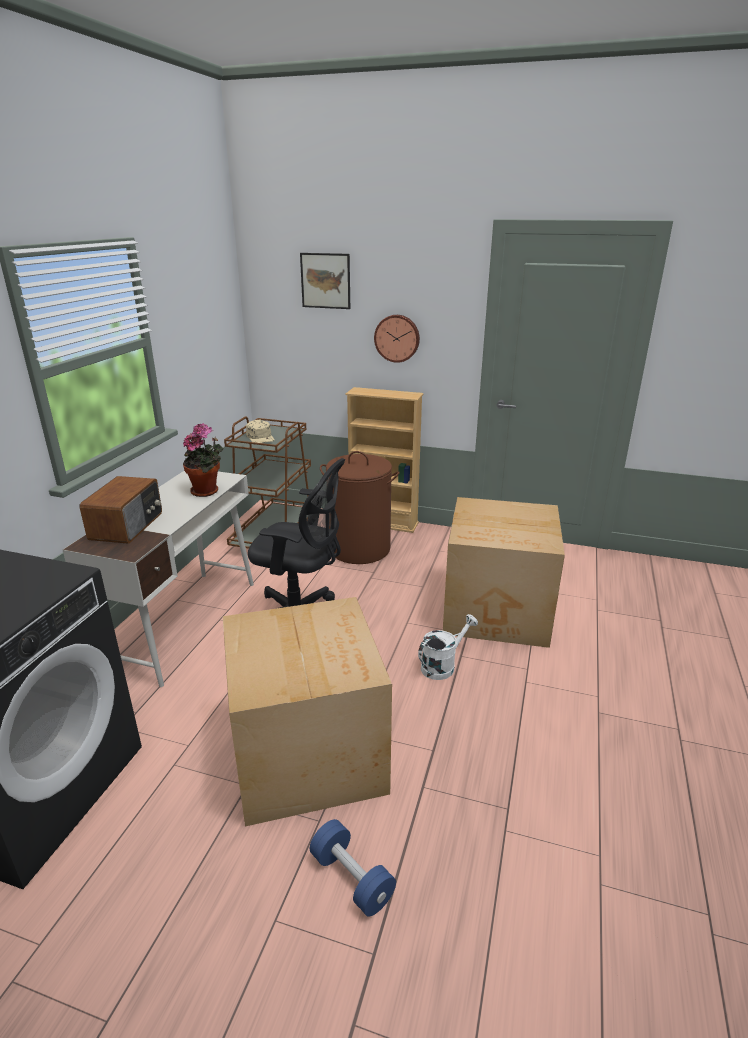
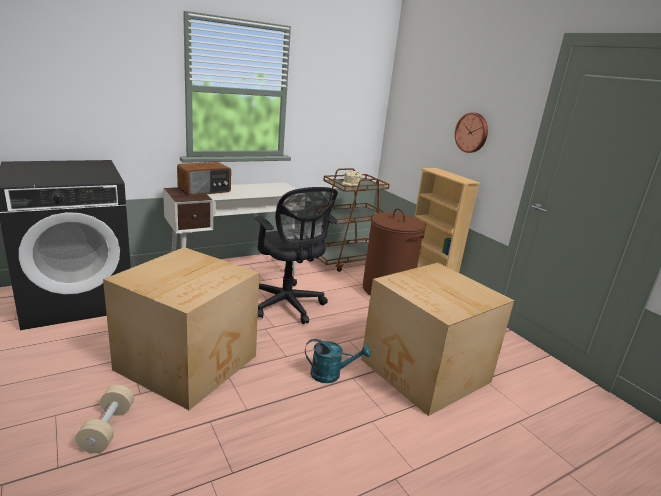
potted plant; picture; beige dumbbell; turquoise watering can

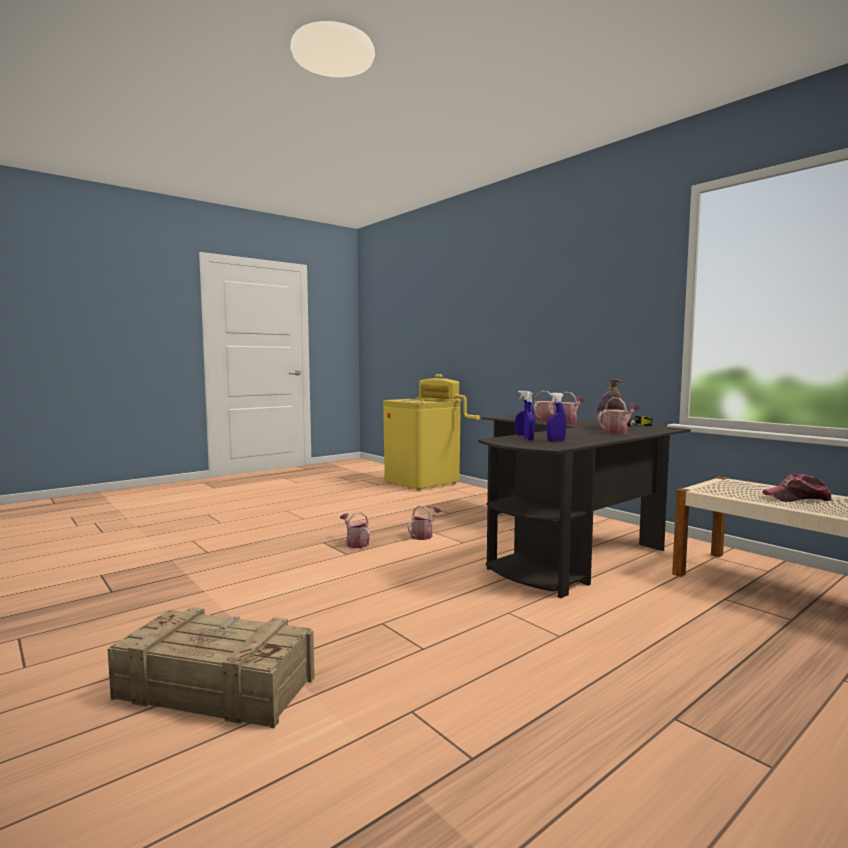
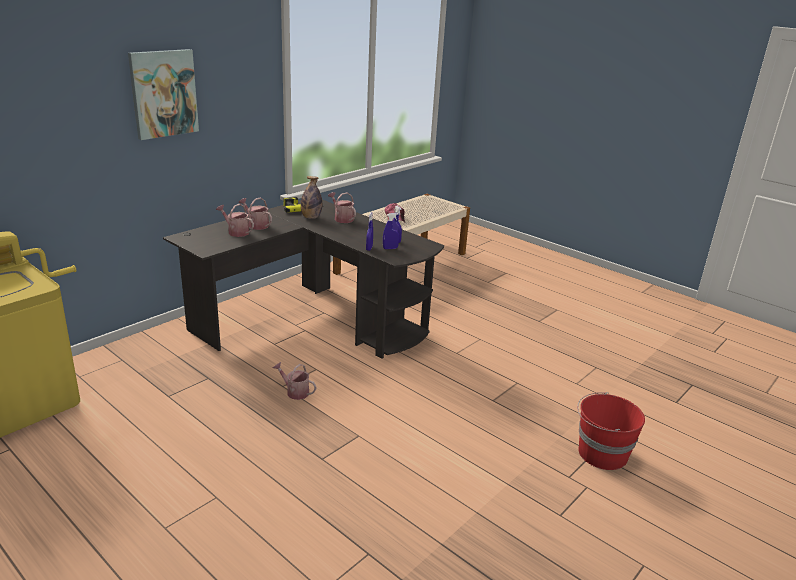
watering can (no. 1 from left in the first image); picture; red bucket

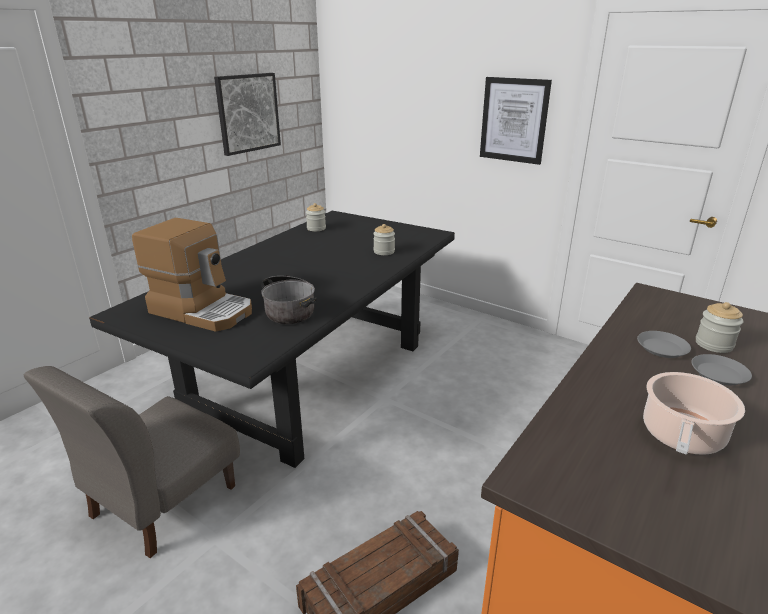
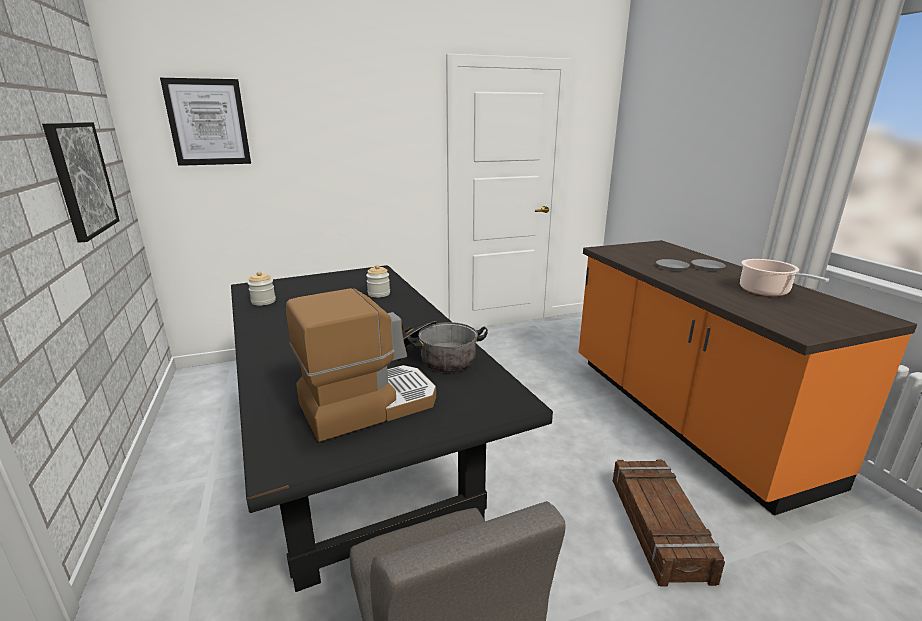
jar (no. 3 from left in the first image); picture (no. 2 from left)

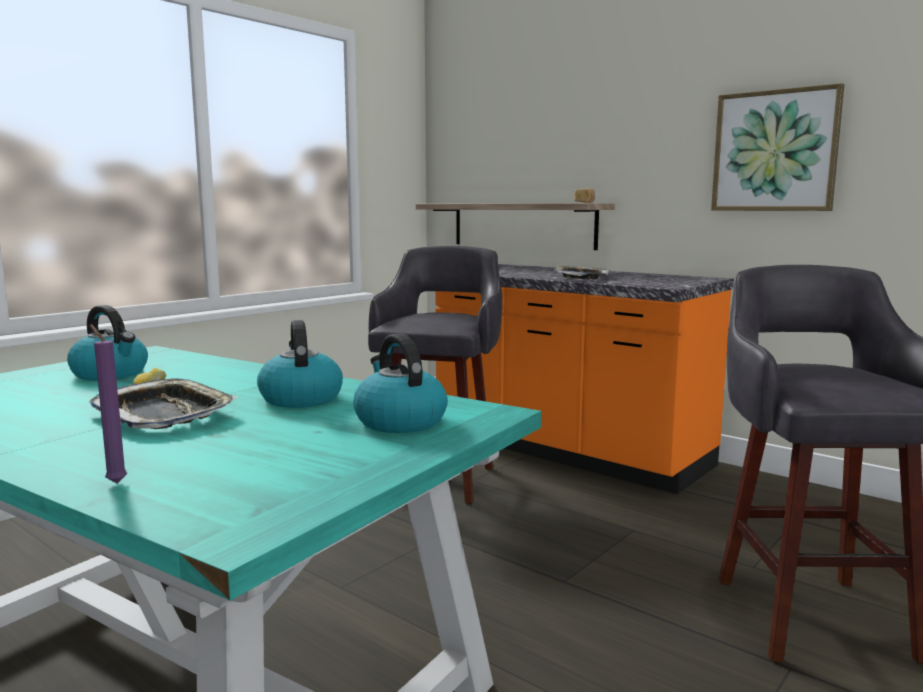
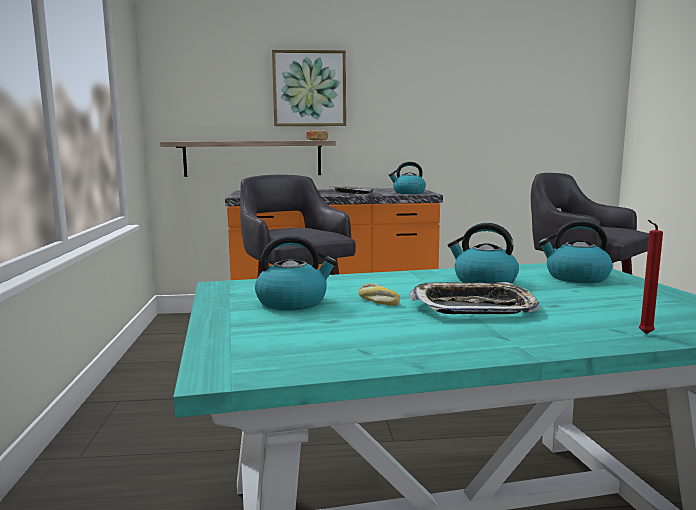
kettle (no. 2 from left); picture; red candle

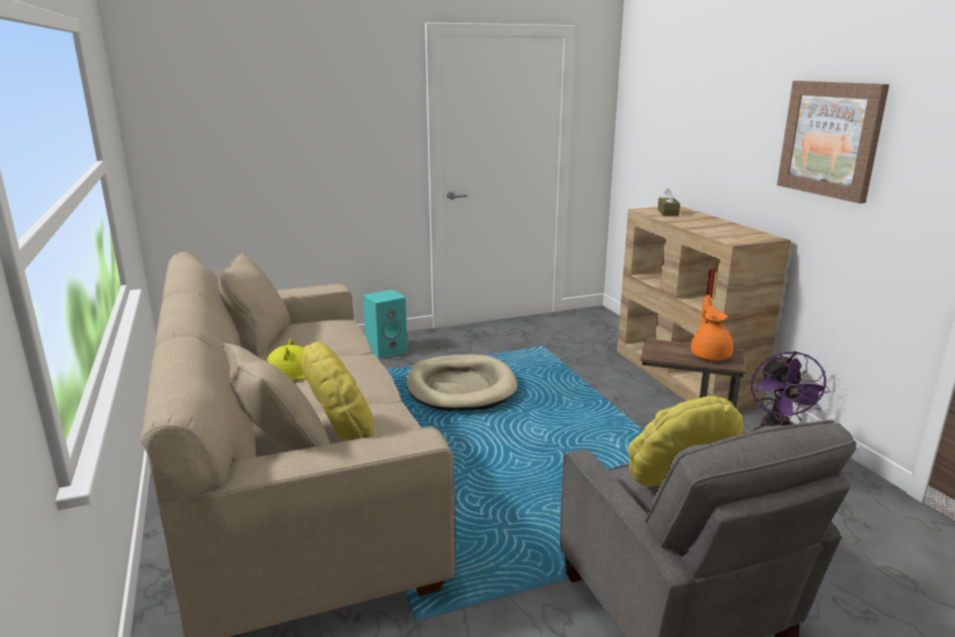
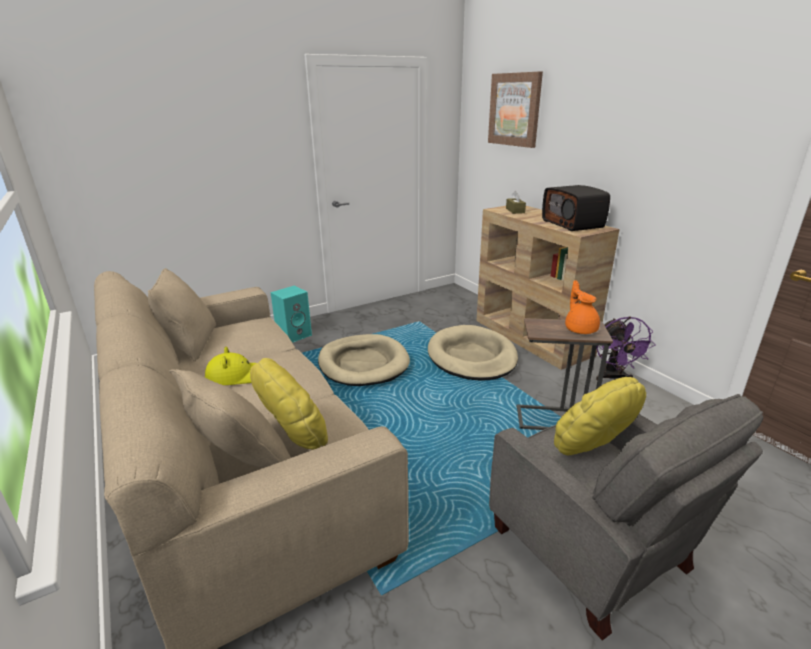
beige dog bed (no. 2 from left); radio; picture

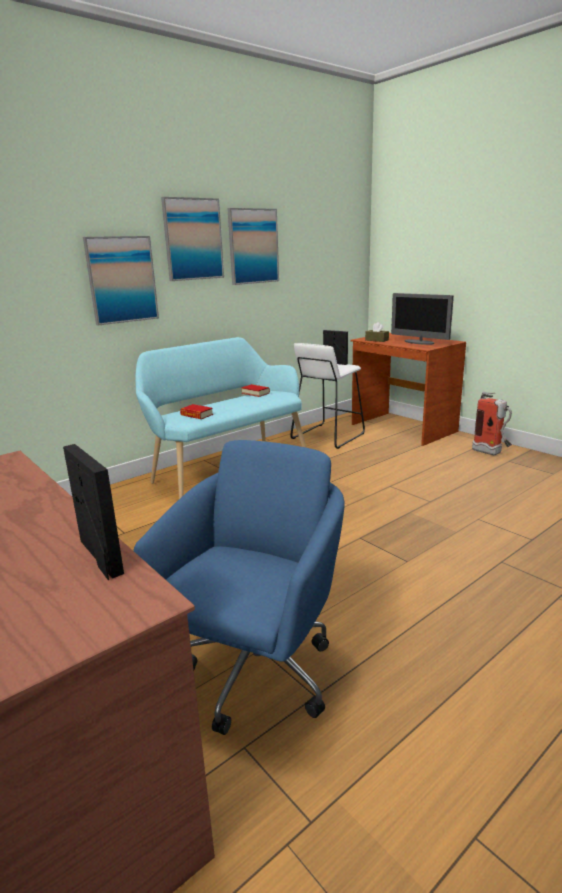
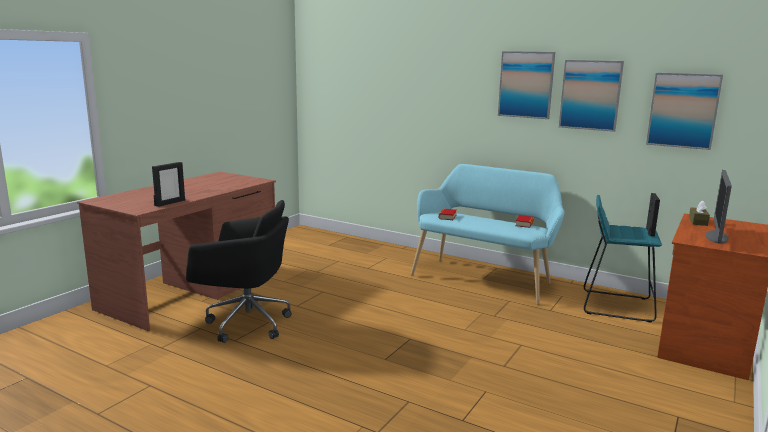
fire extinguisher; picture (no. 3 from left); black office chair; turquoise stool

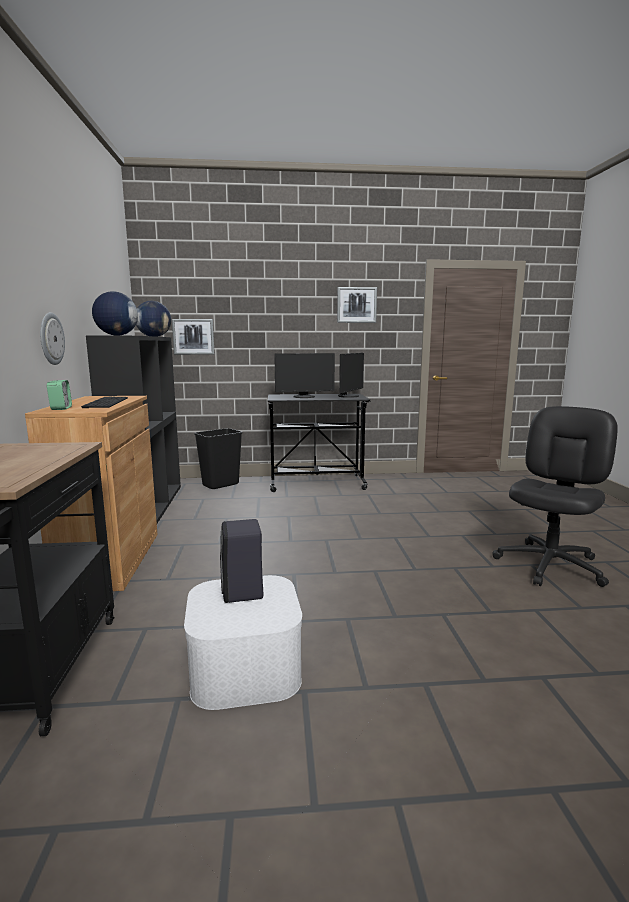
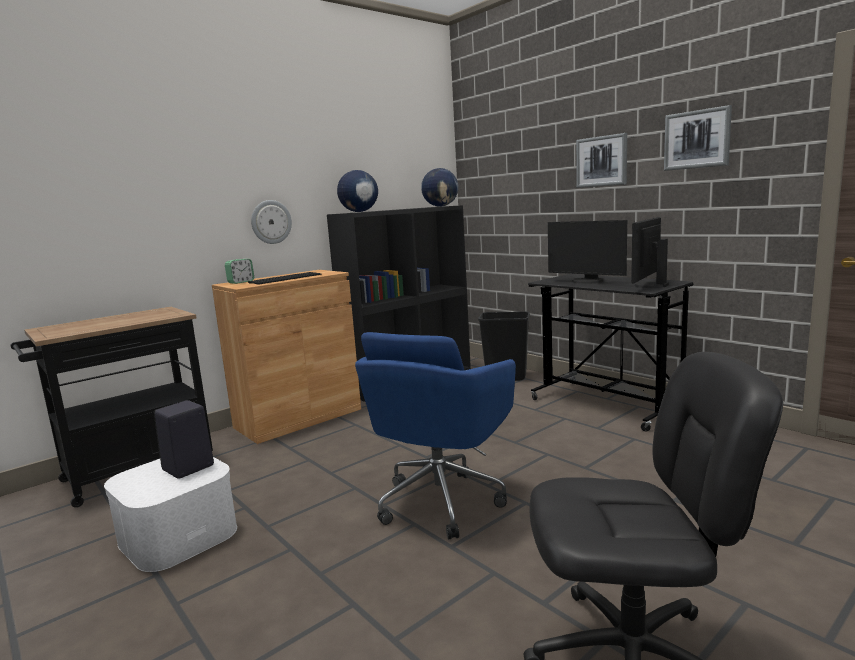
blue office chair; picture (no. 1 from left); monitor (no. 2 from left)

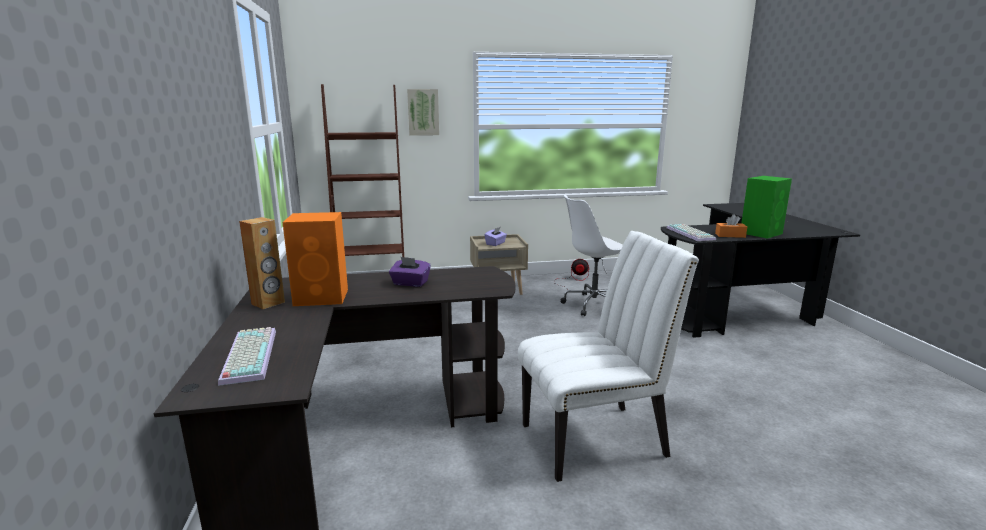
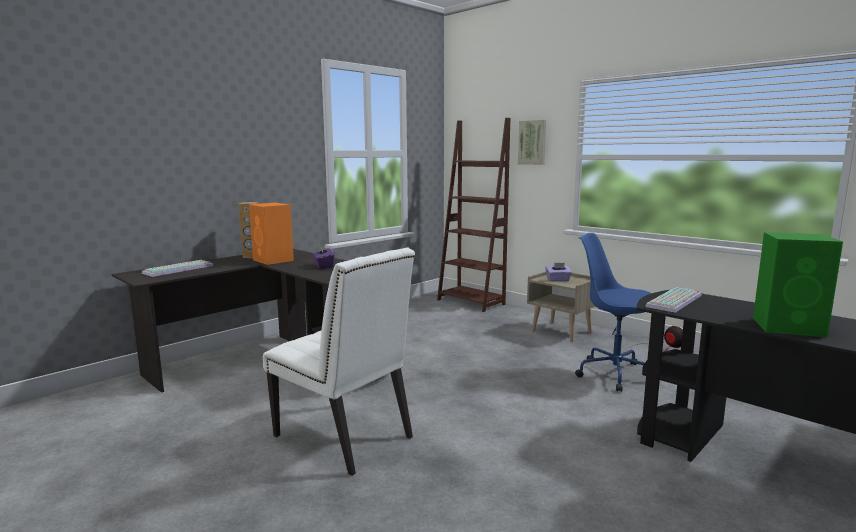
orange tissue box; blue office chair

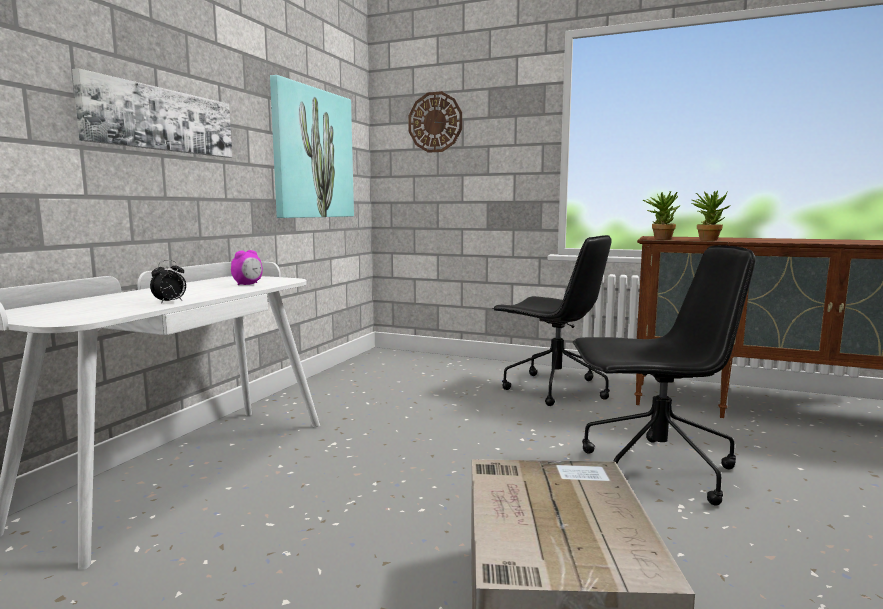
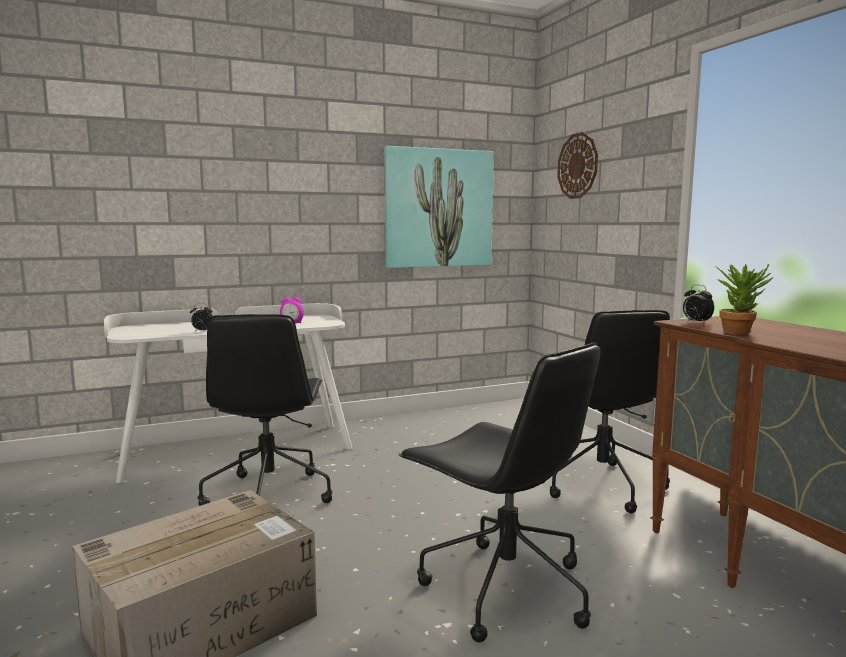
picture (no. 1 from left in the first image); black office chair (no. 1 from left); alarm clock (no. 3 from left)

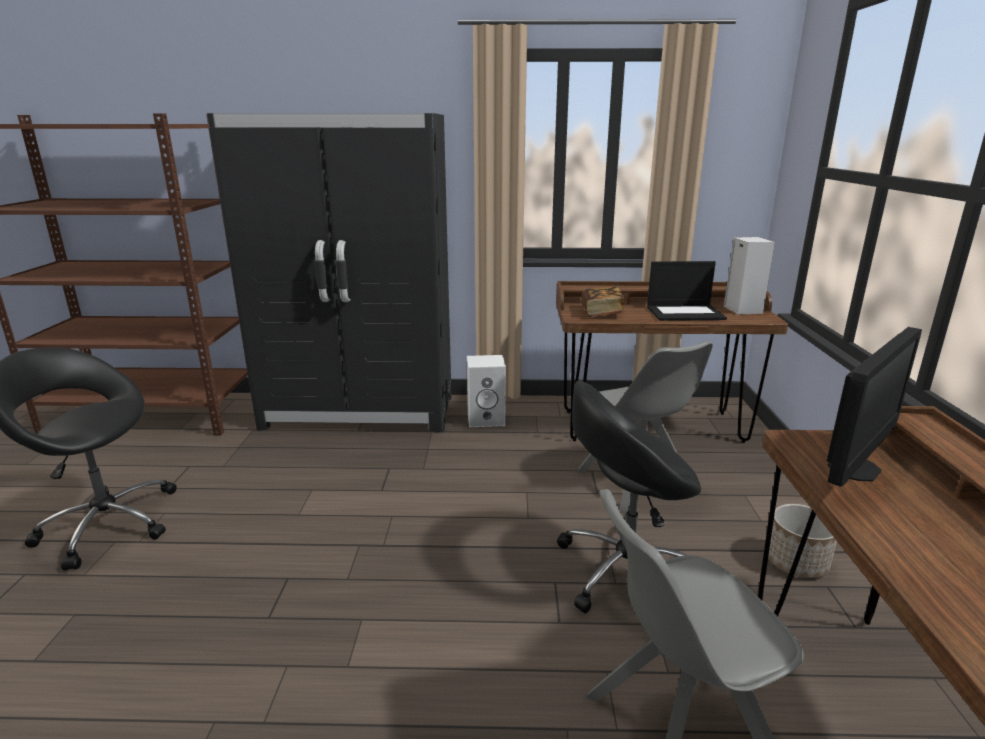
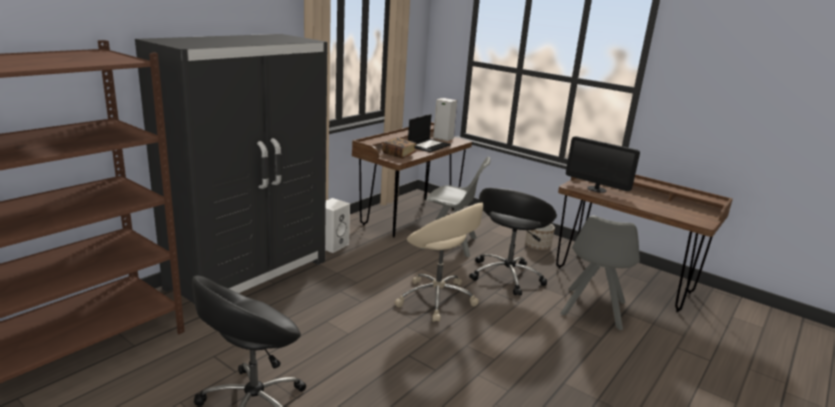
beige office chair; monitor

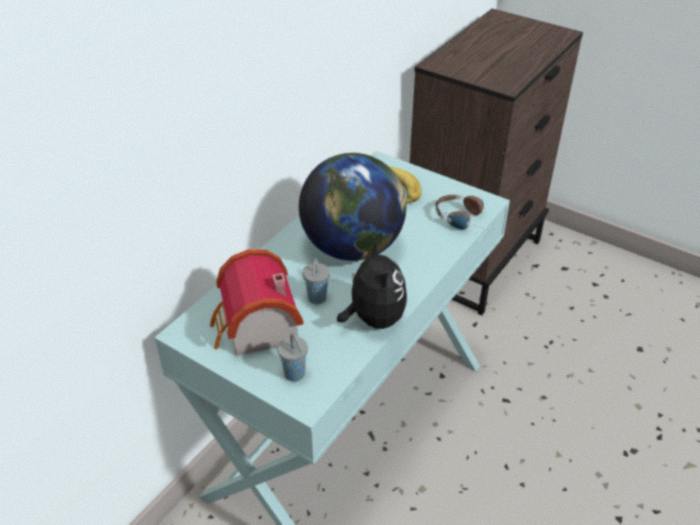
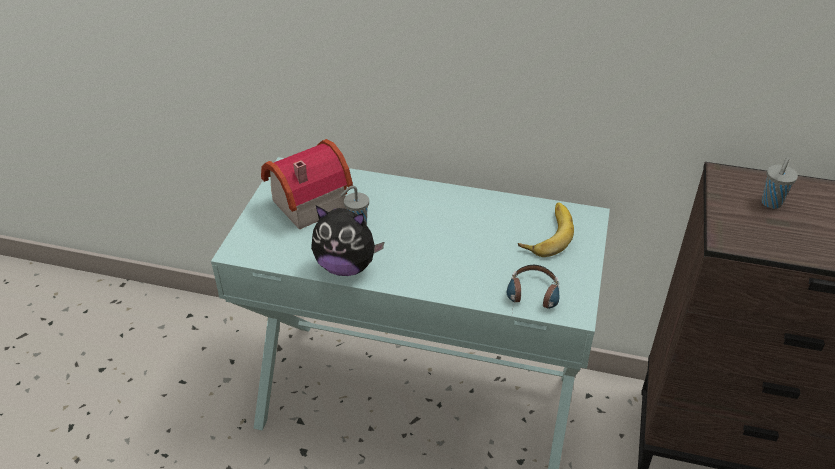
globe; grey cup (no. 2 from left); plush toy

